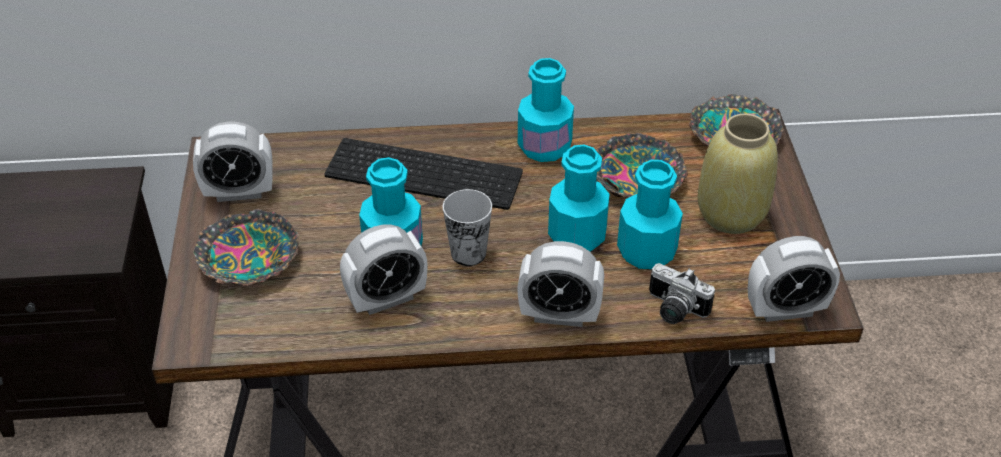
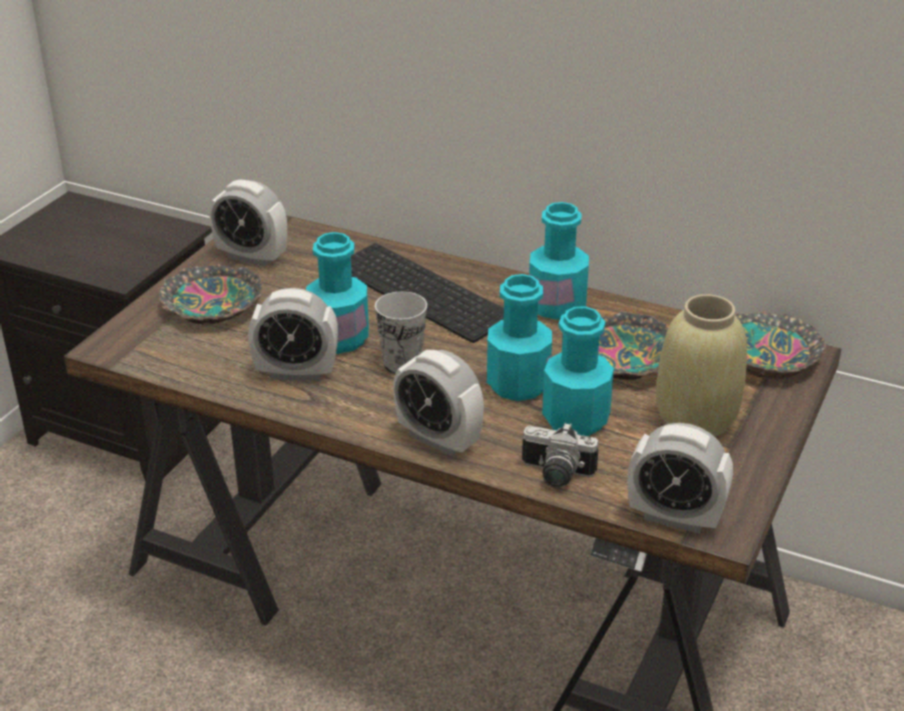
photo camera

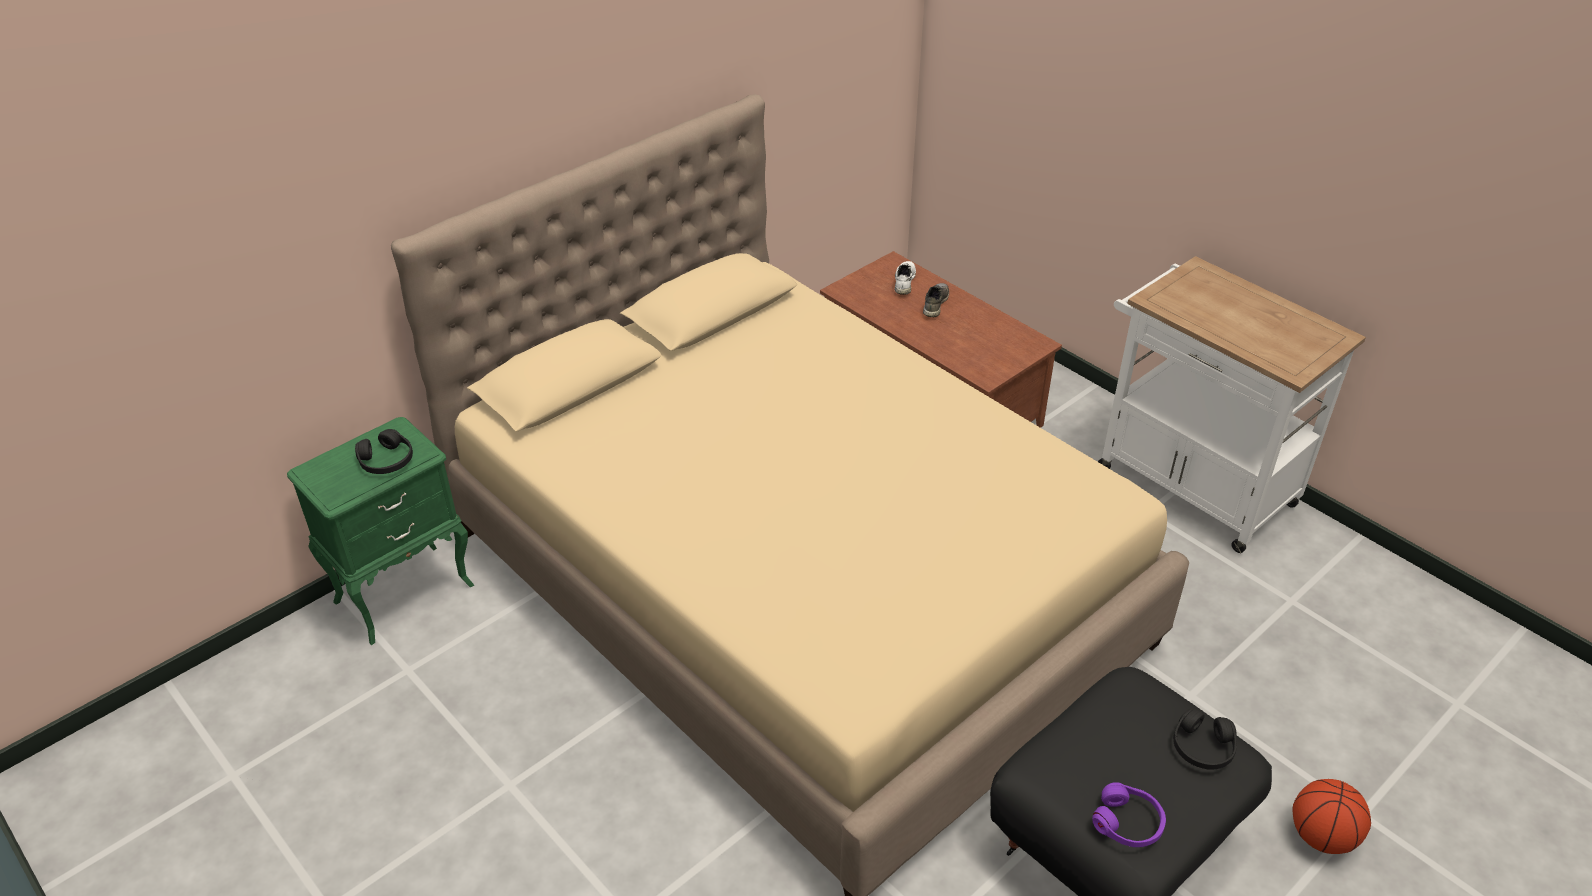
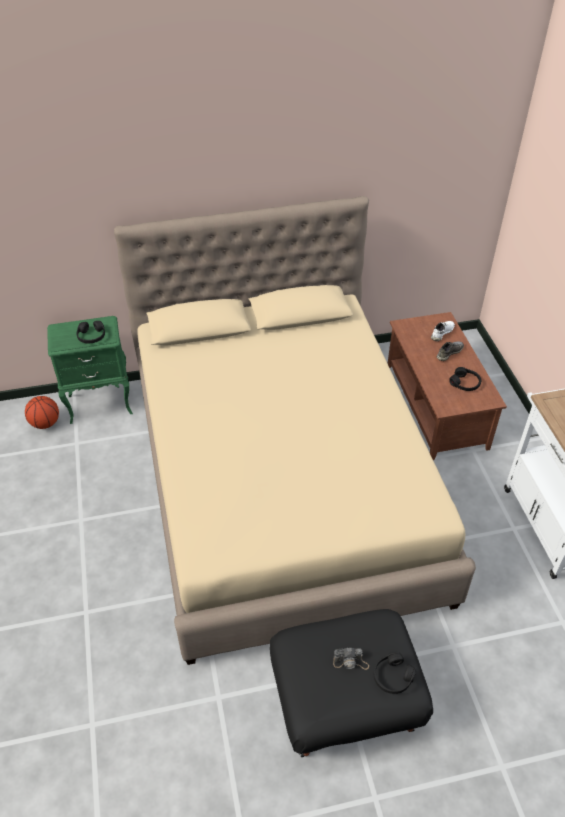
purple headphones; photo camera; black headphones (no. 3 from left); basketball

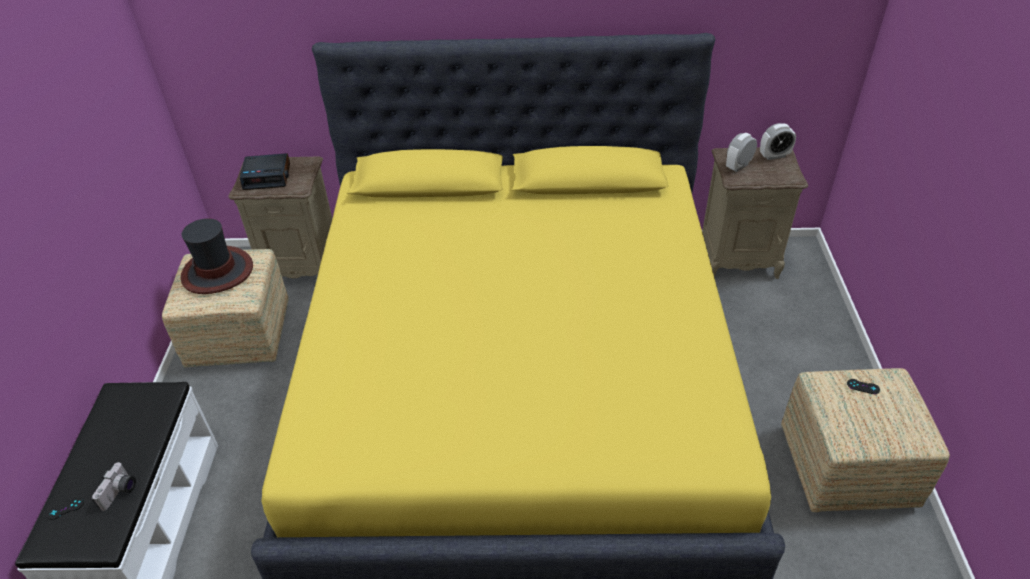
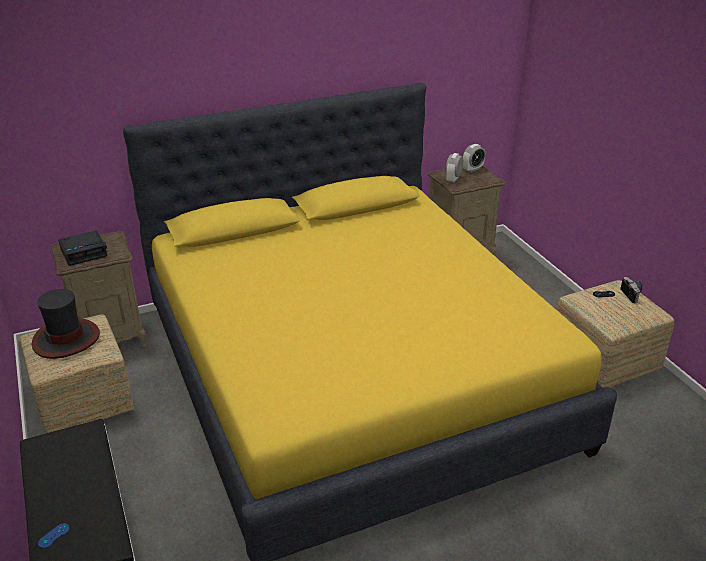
photo camera; blue game controller

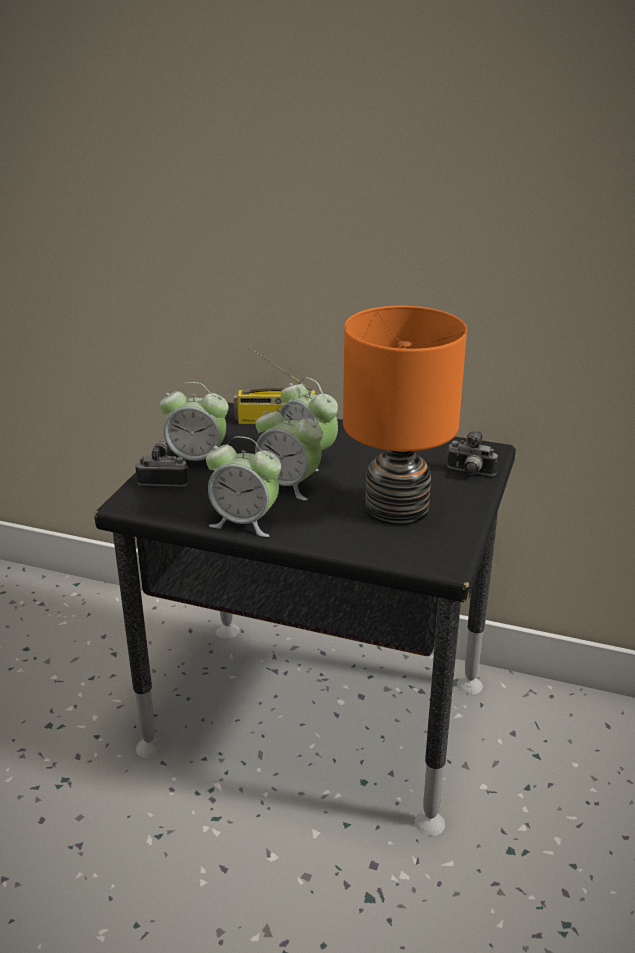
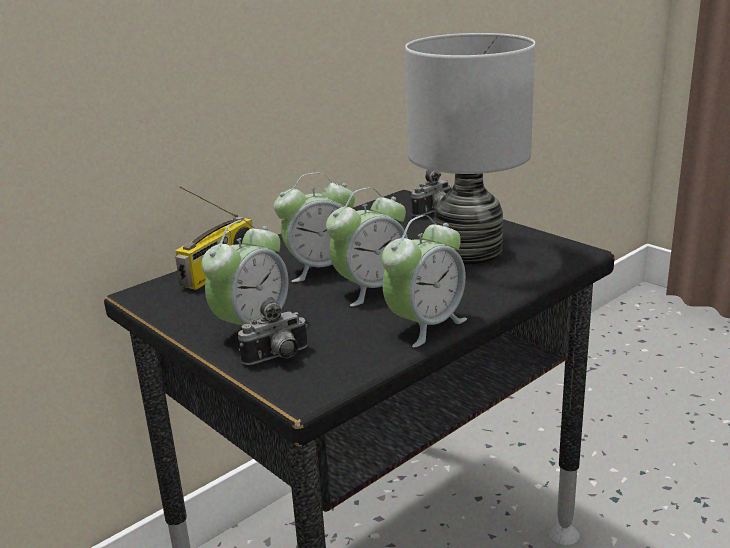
grey table lamp; photo camera (no. 1 from left)

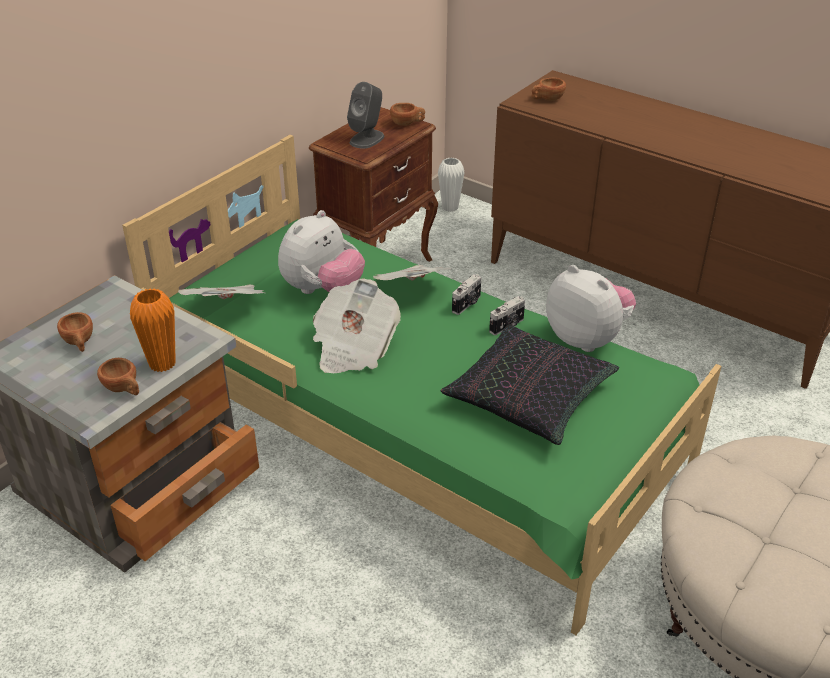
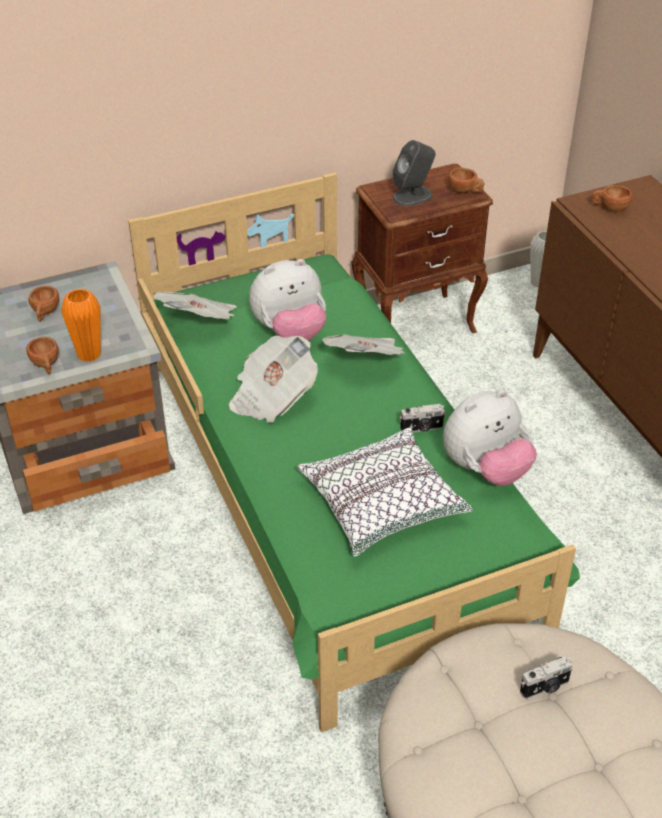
photo camera (no. 2 from left); white pillow; plush toy (no. 2 from left)

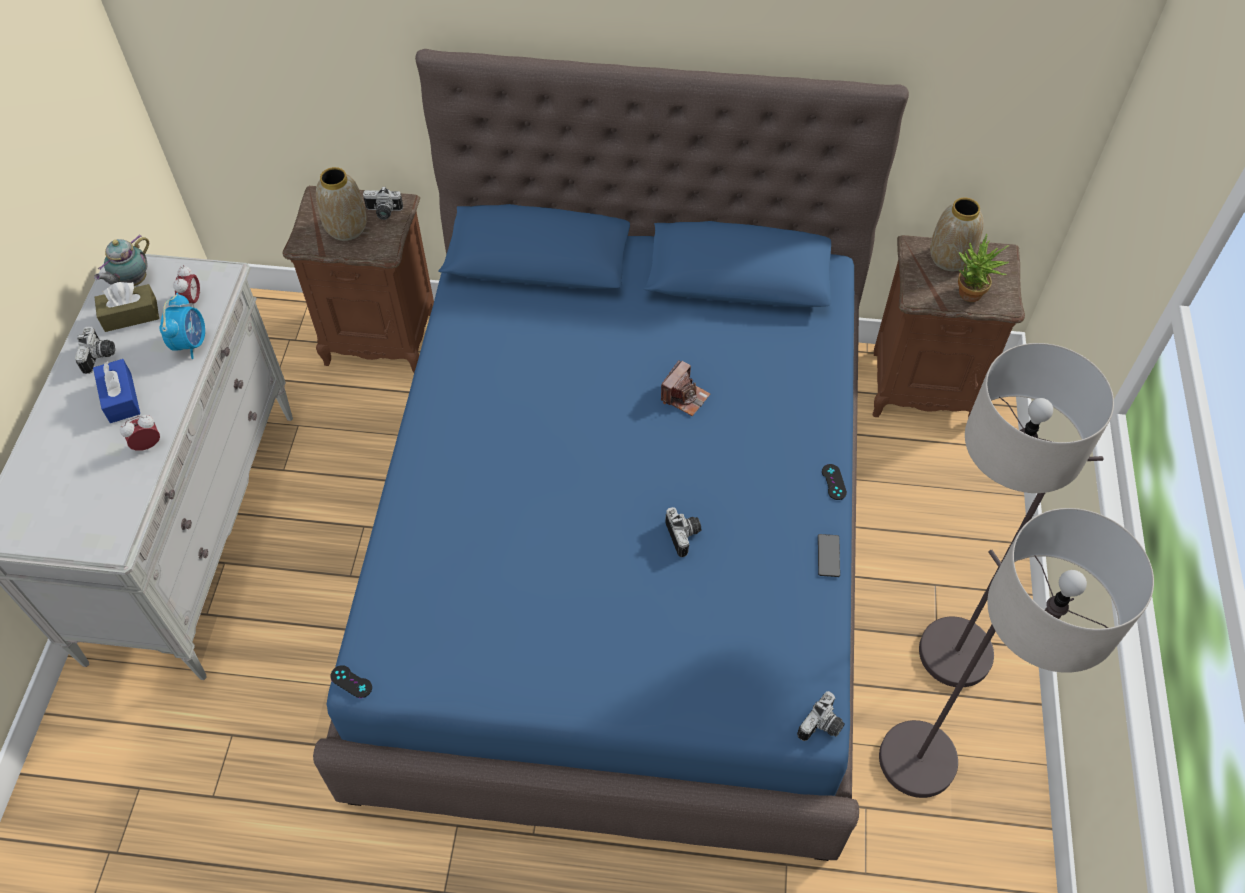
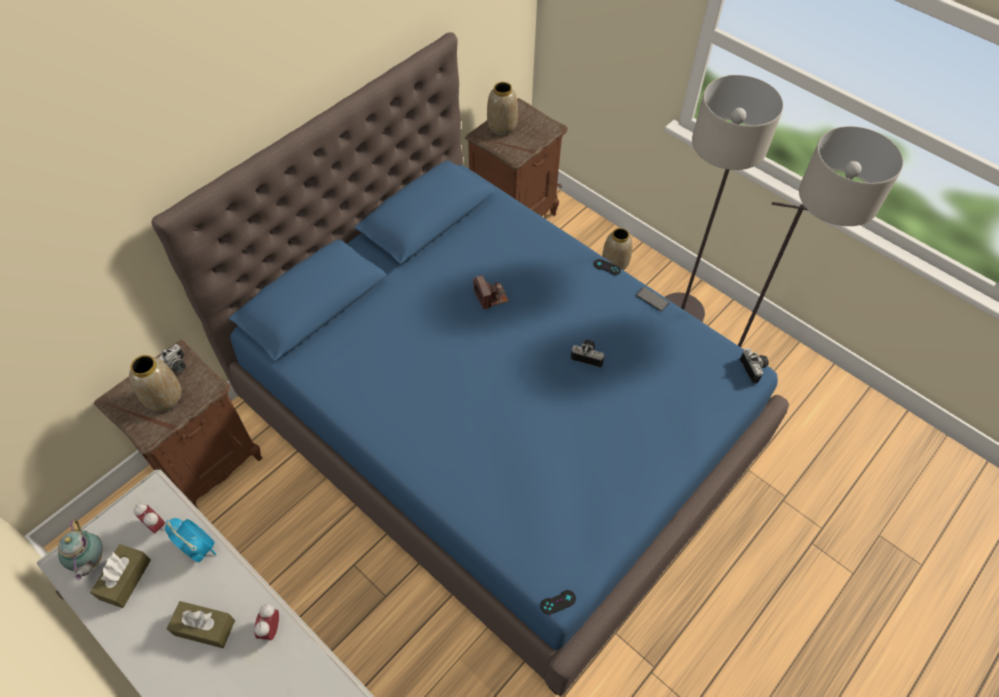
photo camera (no. 1 from left in the first image); potted plant; vase (no. 3 from left); brown tissue box (no. 2 from left)

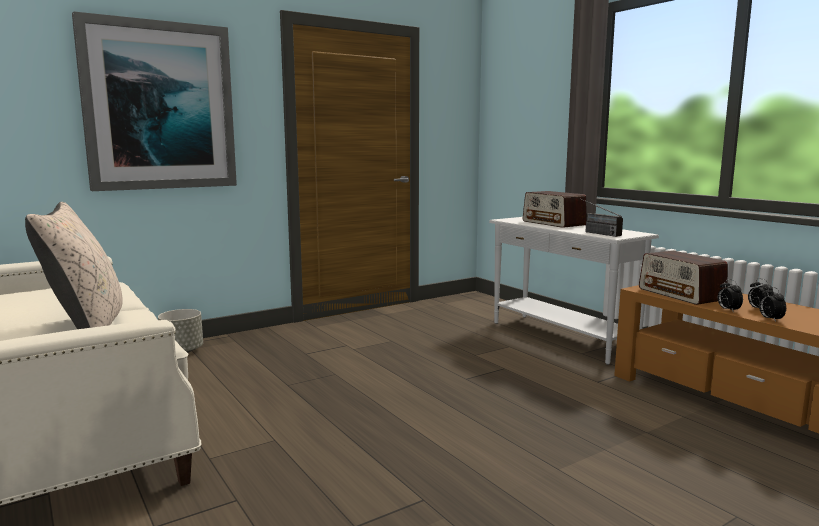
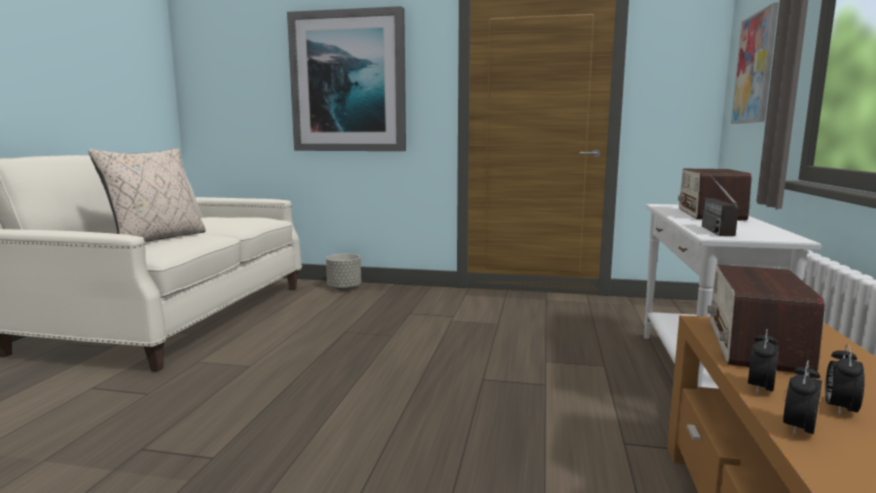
picture (no. 2 from left)

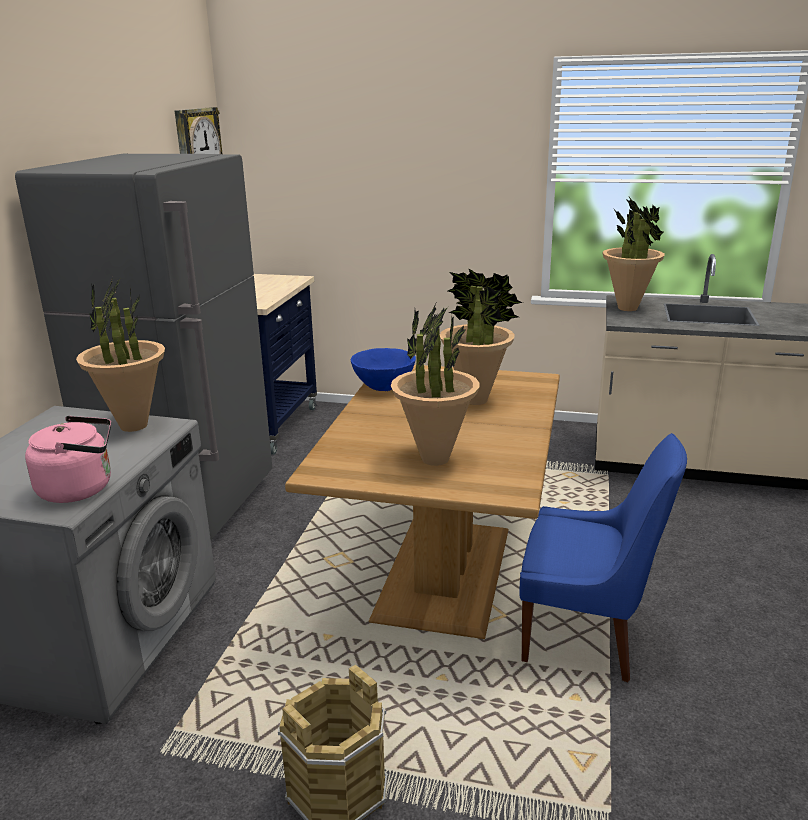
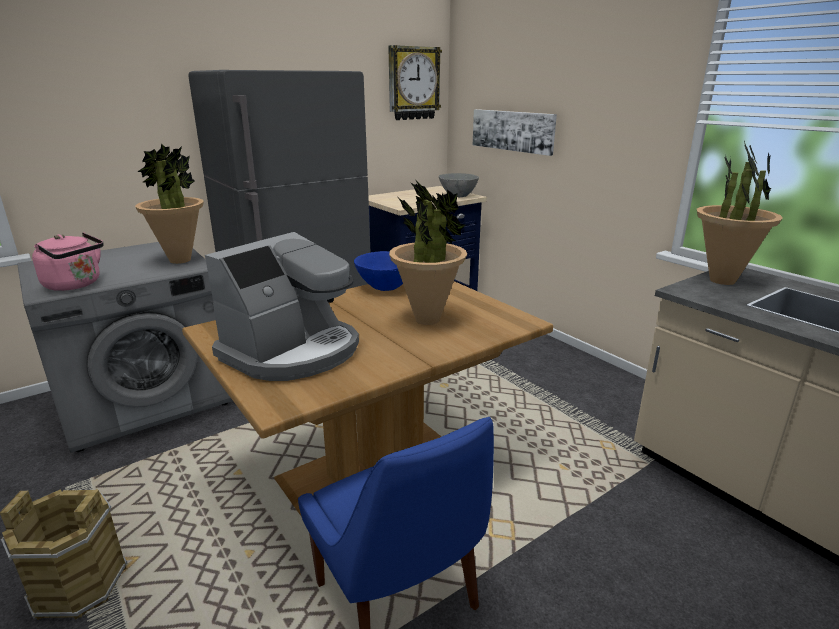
grey bowl; picture; coffee machine

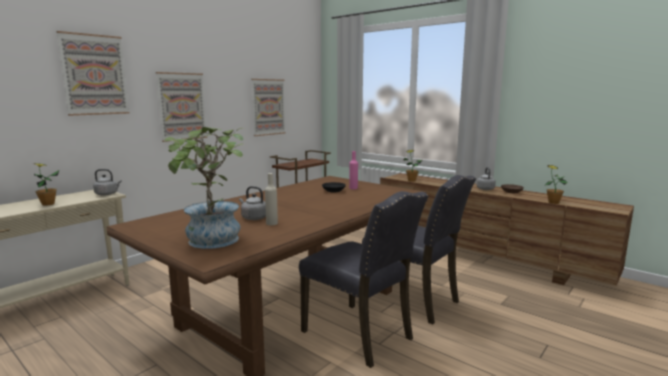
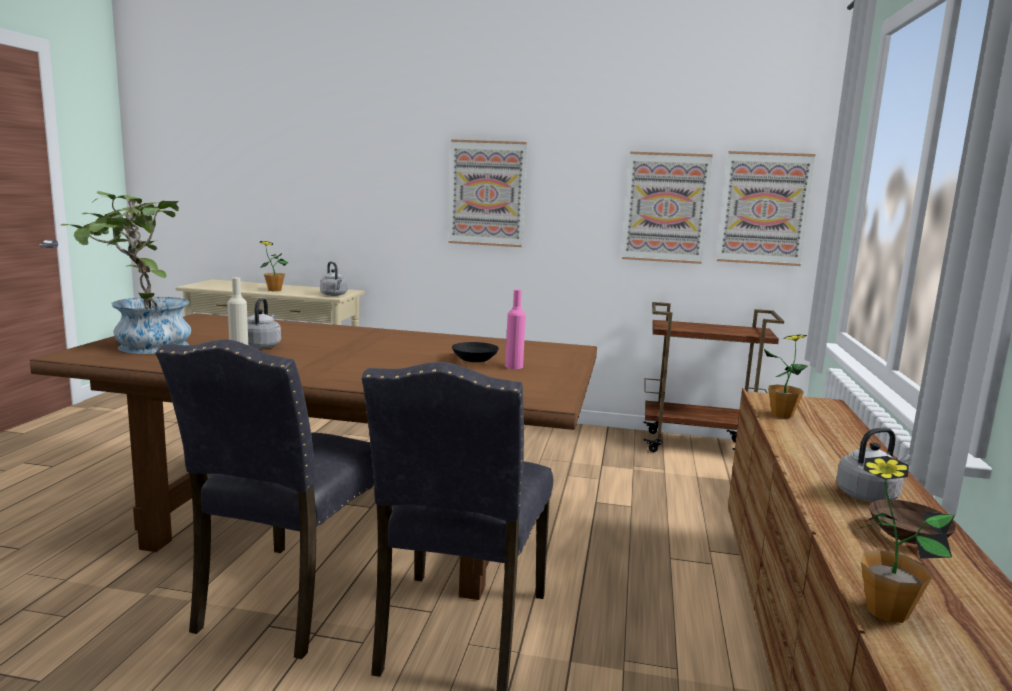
picture (no. 3 from left)

